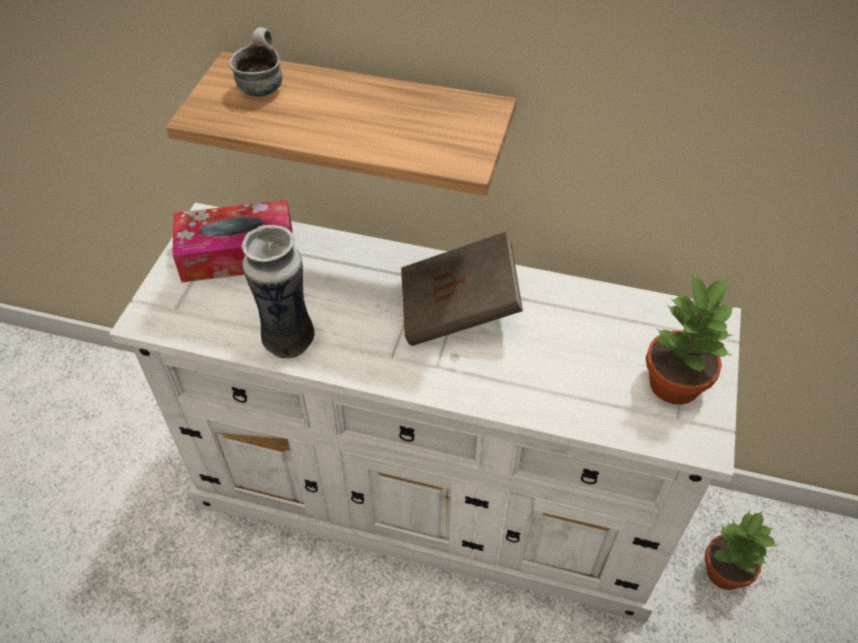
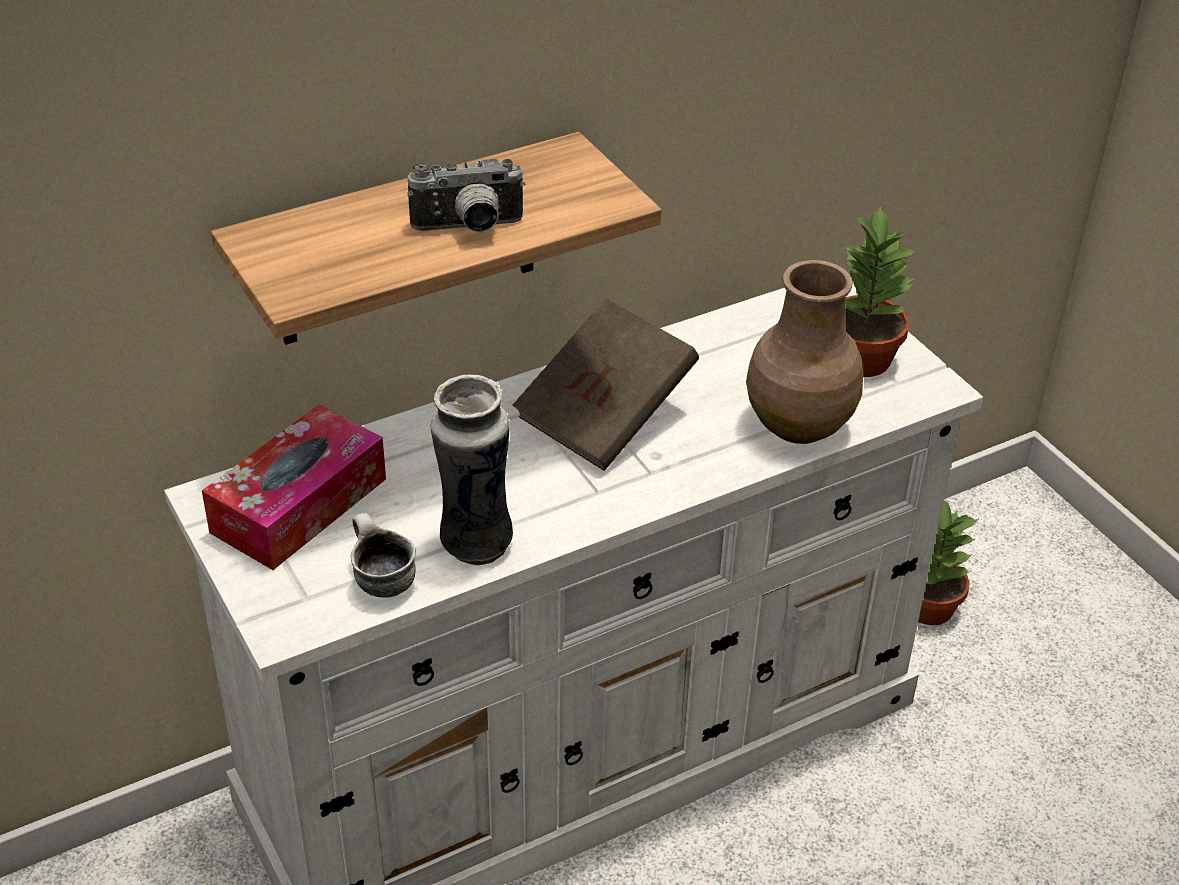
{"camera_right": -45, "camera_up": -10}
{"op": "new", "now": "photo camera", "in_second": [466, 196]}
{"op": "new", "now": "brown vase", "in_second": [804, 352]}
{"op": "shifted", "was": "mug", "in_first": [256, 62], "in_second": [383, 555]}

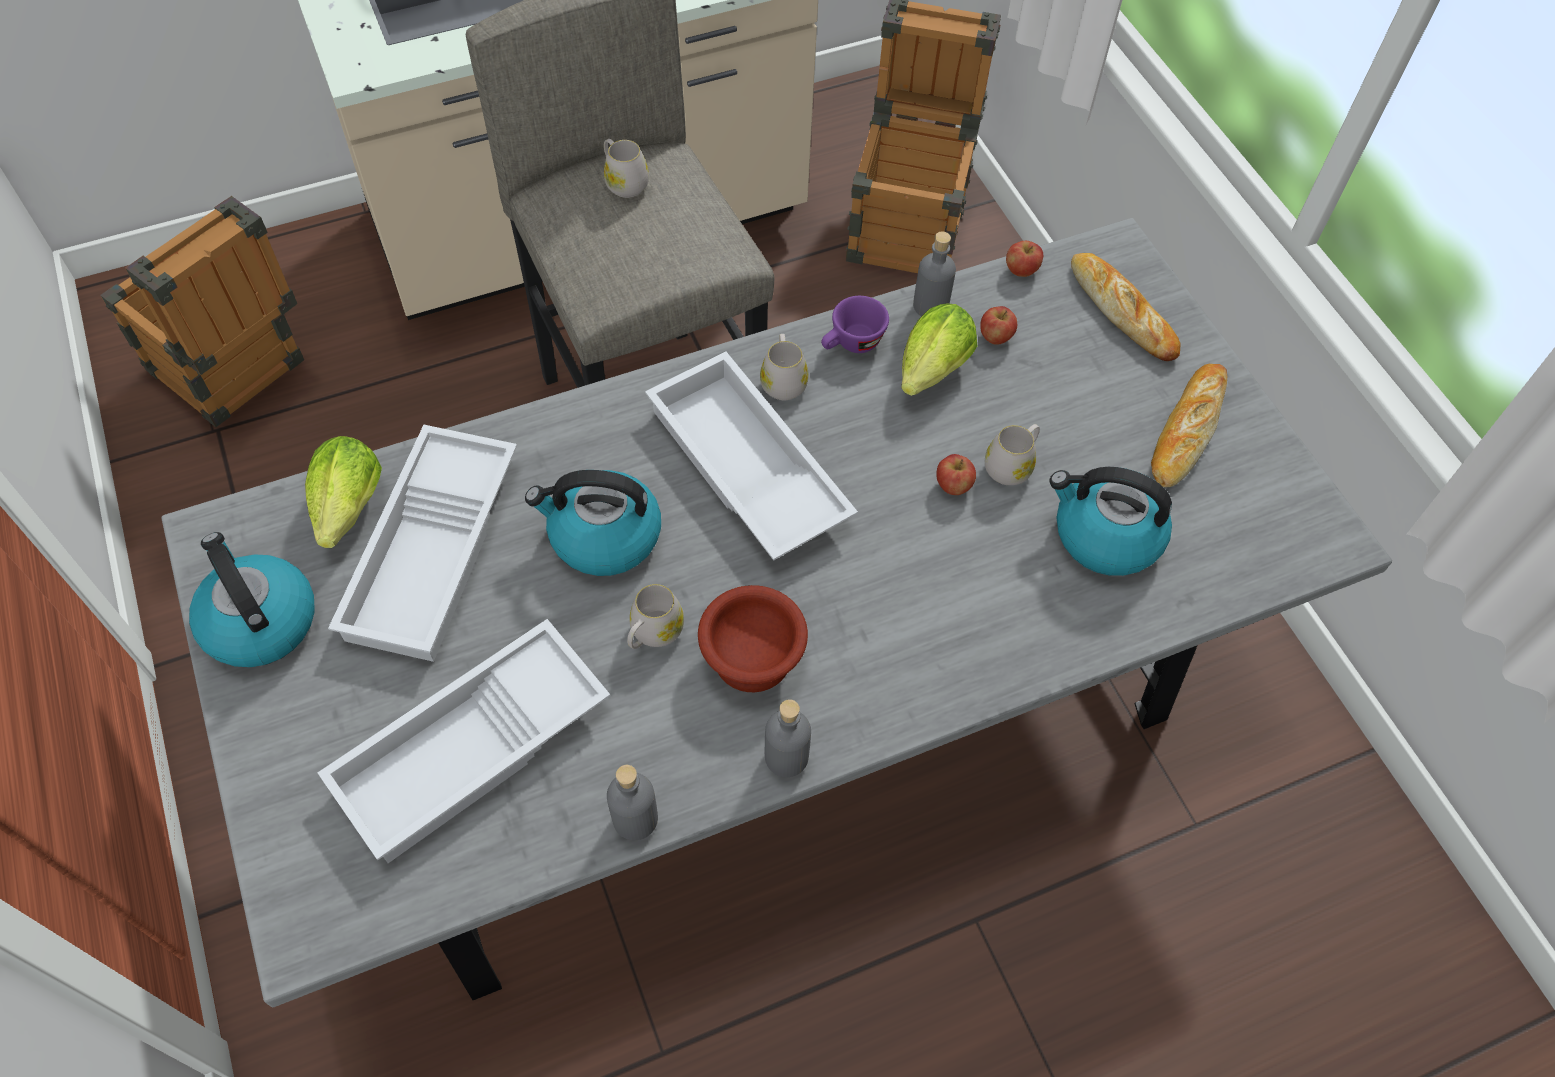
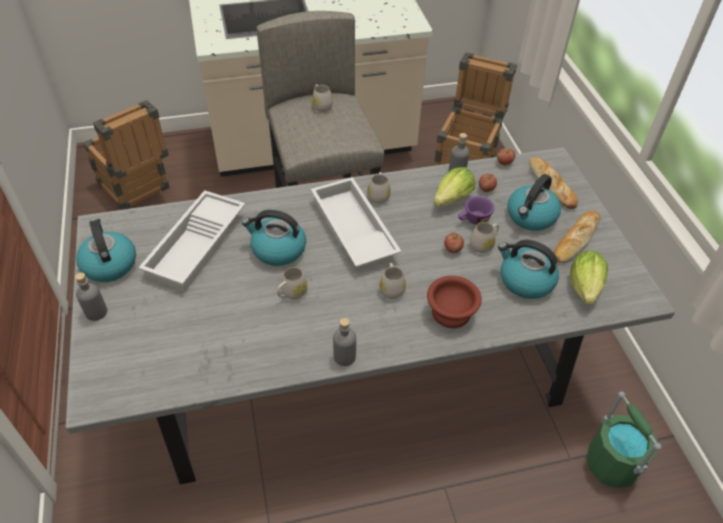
{"camera_right": 10, "camera_up": -10}
{"op": "gone", "was": "white tray", "in_first": [464, 741]}
{"op": "new", "now": "white mug", "in_second": [392, 281]}
{"op": "new", "now": "kettle", "in_second": [534, 202]}
{"op": "new", "now": "green bucket", "in_second": [624, 439]}
{"op": "shifted", "was": "lettuce", "in_first": [343, 492], "in_second": [589, 277]}
{"op": "shifted", "was": "grey bottle", "in_first": [632, 802], "in_second": [91, 296]}
{"op": "shifted", "was": "brown bowl", "in_first": [753, 638], "in_second": [454, 302]}
{"op": "shifted", "was": "purple cup", "in_first": [855, 324], "in_second": [476, 210]}

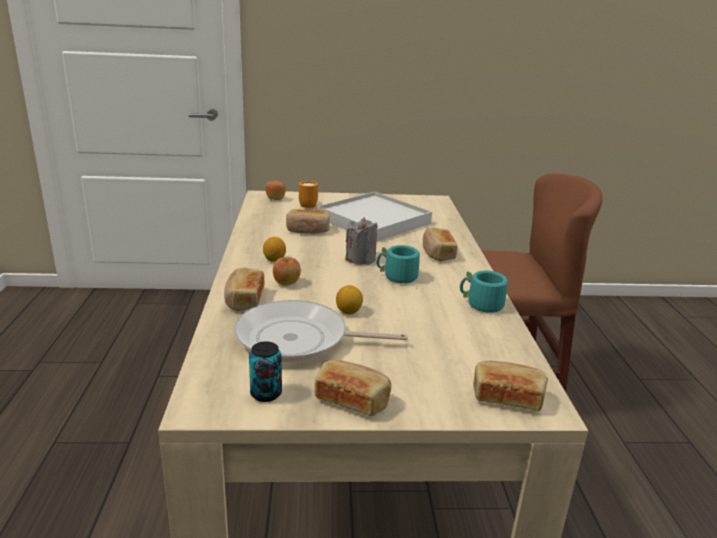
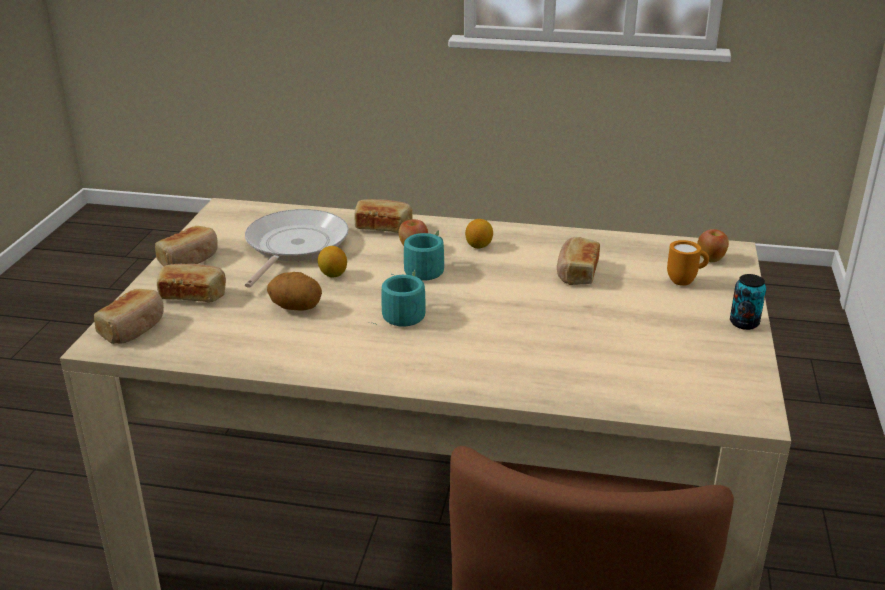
{"camera_right": 105, "camera_up": 5}
{"op": "gone", "was": "white tray", "in_first": [375, 217]}
{"op": "gone", "was": "grey candle", "in_first": [361, 241]}
{"op": "new", "now": "potato", "in_second": [294, 291]}
{"op": "shifted", "was": "can", "in_first": [265, 371], "in_second": [748, 302]}
{"op": "shifted", "was": "bread", "in_first": [440, 244], "in_second": [191, 283]}
{"op": "shifted", "was": "turquoise mug", "in_first": [484, 291], "in_second": [424, 255]}

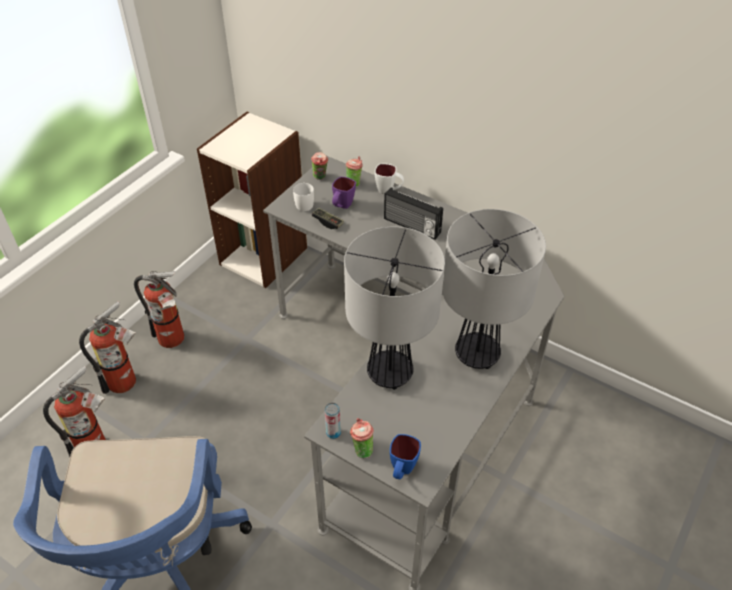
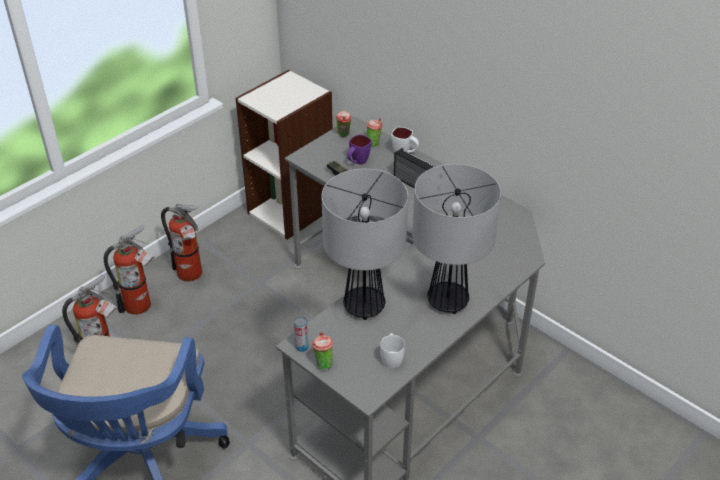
{"camera_right": 10, "camera_up": -5}
{"op": "gone", "was": "blue mug", "in_first": [405, 456]}
{"op": "shifted", "was": "white mug", "in_first": [303, 197], "in_second": [392, 350]}

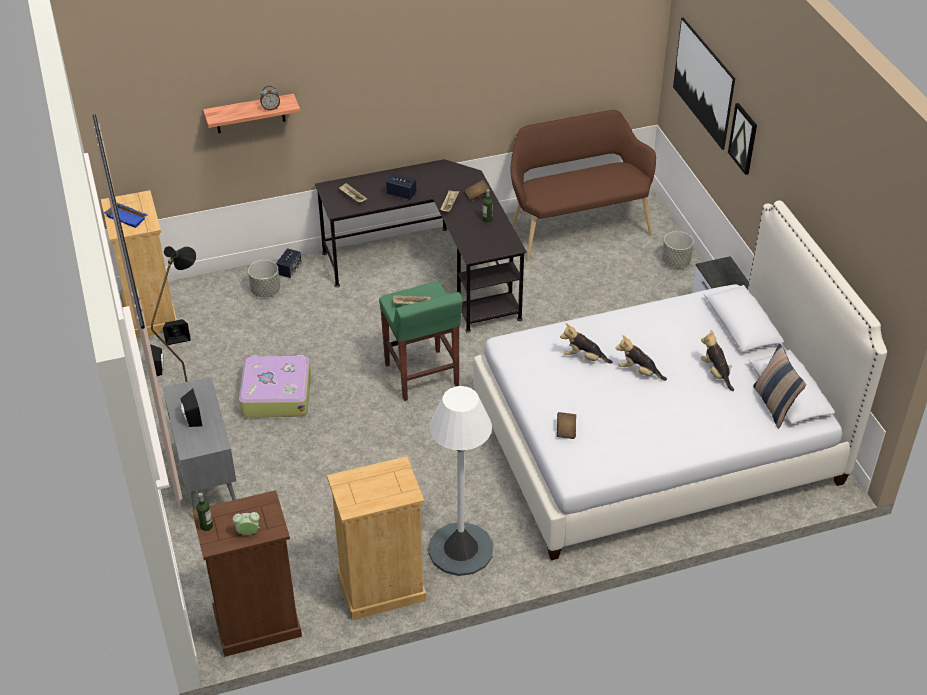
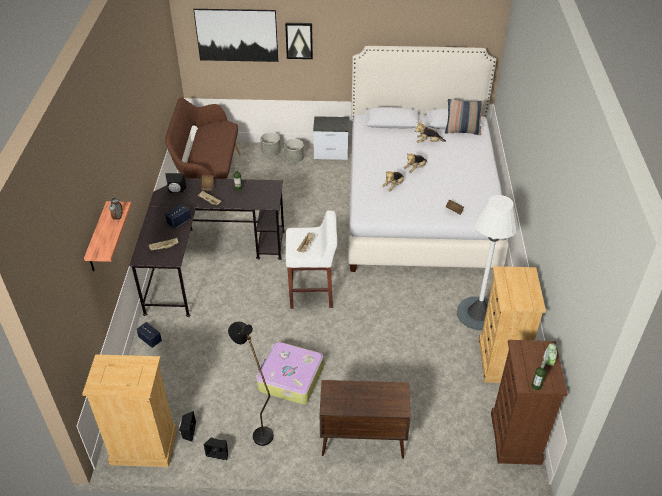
{"camera_right": -70, "camera_up": 0}
{"op": "gone", "was": "blue tray", "in_first": [126, 215]}
{"op": "shifted", "was": "black speaker", "in_first": [191, 408], "in_second": [175, 183]}
{"op": "shifted", "was": "grey planter", "in_first": [264, 278], "in_second": [294, 151]}
{"op": "repainted", "was": "grey cabinet", "now": "brown cabinet", "in_first": [199, 443], "in_second": [365, 419]}
{"op": "repainted", "was": "green stool", "now": "white stool", "in_first": [421, 341], "in_second": [311, 259]}

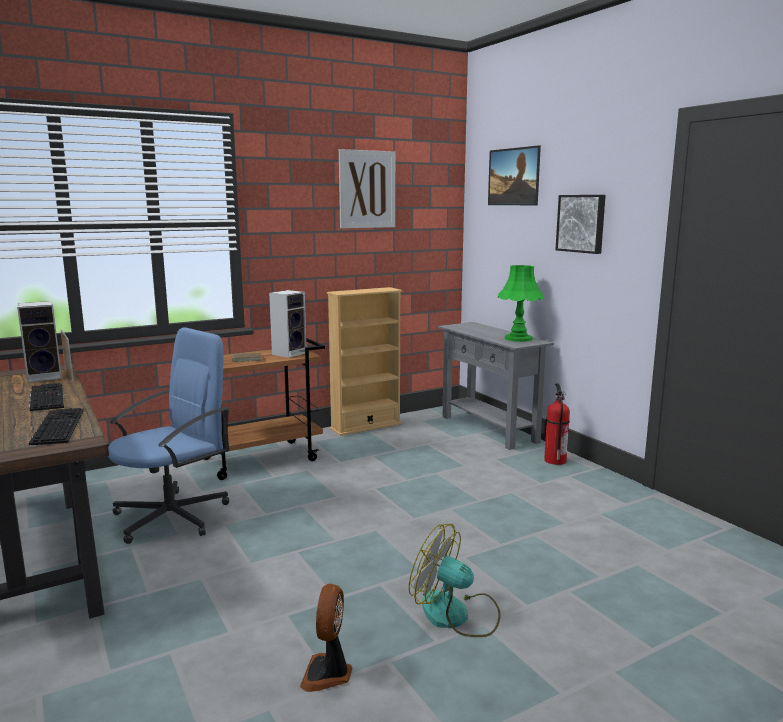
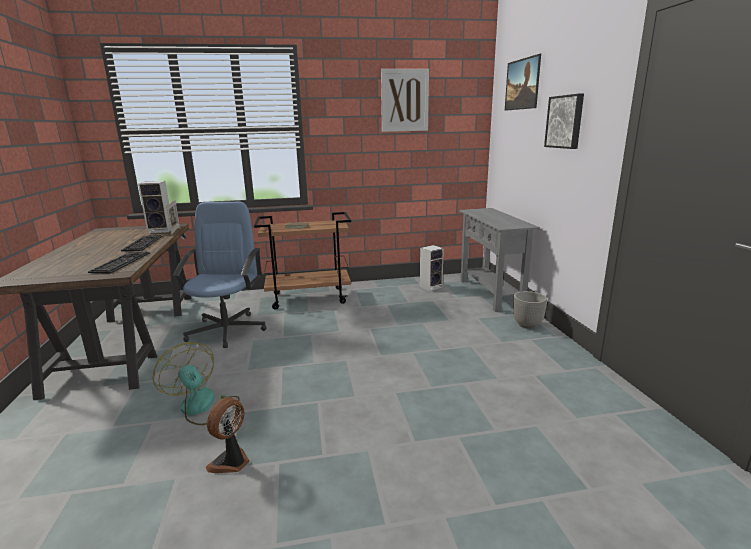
{"camera_right": 20, "camera_up": 5}
{"op": "gone", "was": "beige bookcase", "in_first": [364, 361]}
{"op": "gone", "was": "green table lamp", "in_first": [521, 303]}
{"op": "shifted", "was": "speaker", "in_first": [287, 324], "in_second": [432, 268]}
{"op": "shifted", "was": "fan", "in_first": [455, 580], "in_second": [196, 383]}
{"op": "swapped", "was": "fire extinguisher", "now": "planter", "in_first": [557, 424], "in_second": [530, 310]}
{"op": "rotated", "was": "blue office chair", "in_first": [169, 435], "in_second": [220, 275], "clockwise": -60}

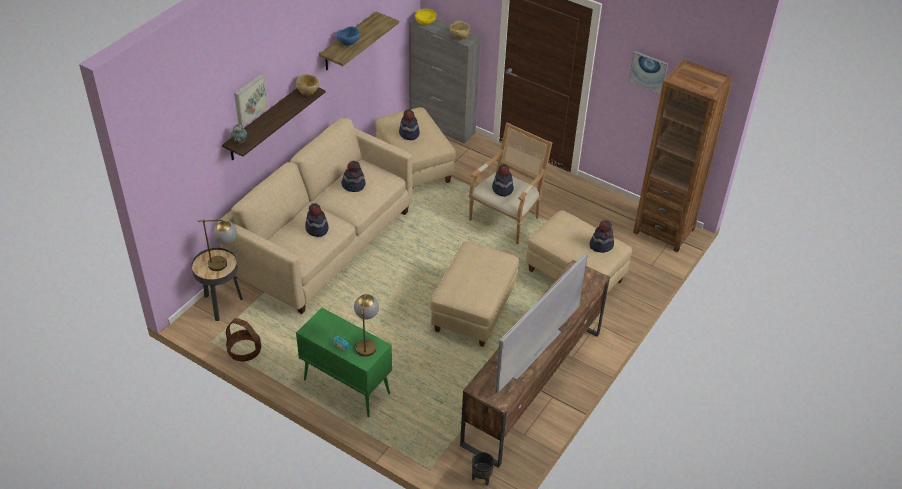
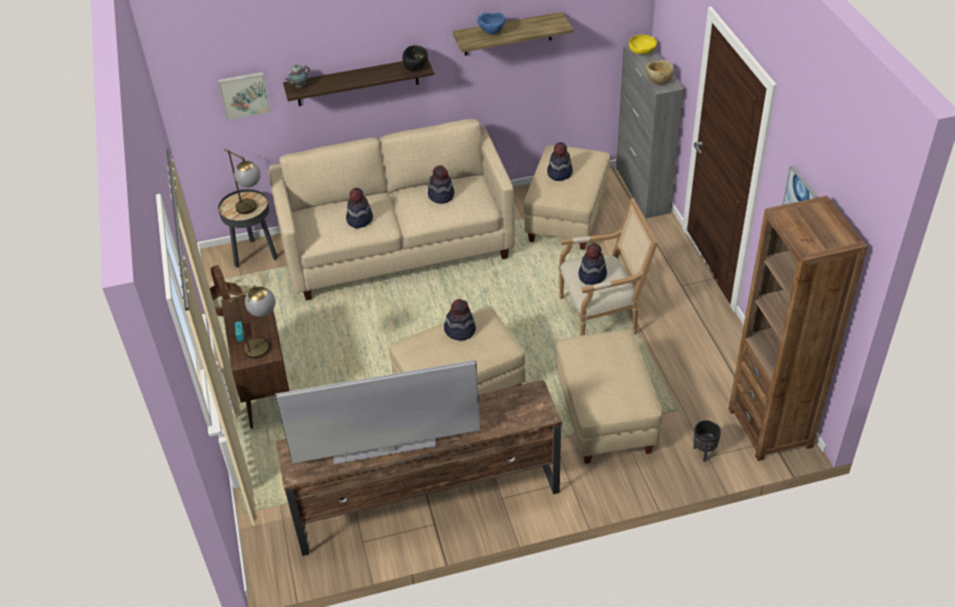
{"camera_right": 45, "camera_up": 0}
{"op": "shifted", "was": "picture", "in_first": [251, 100], "in_second": [244, 96]}
{"op": "shifted", "was": "black planter", "in_first": [483, 469], "in_second": [707, 441]}
{"op": "shifted", "was": "hat", "in_first": [602, 236], "in_second": [460, 319]}
{"op": "repainted", "was": "beige bowl", "now": "black bowl", "in_first": [307, 85], "in_second": [415, 58]}
{"op": "repainted", "was": "green cabinet", "now": "brown cabinet", "in_first": [344, 362], "in_second": [255, 362]}

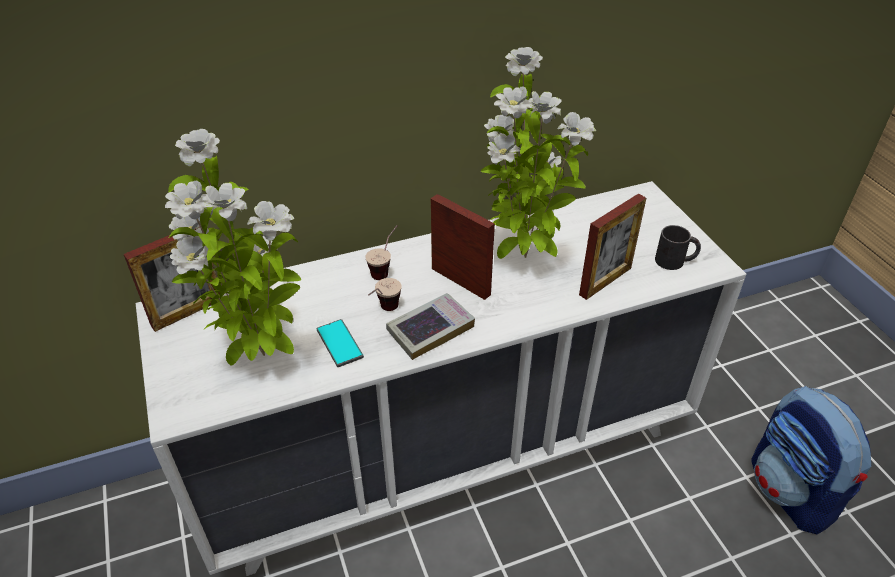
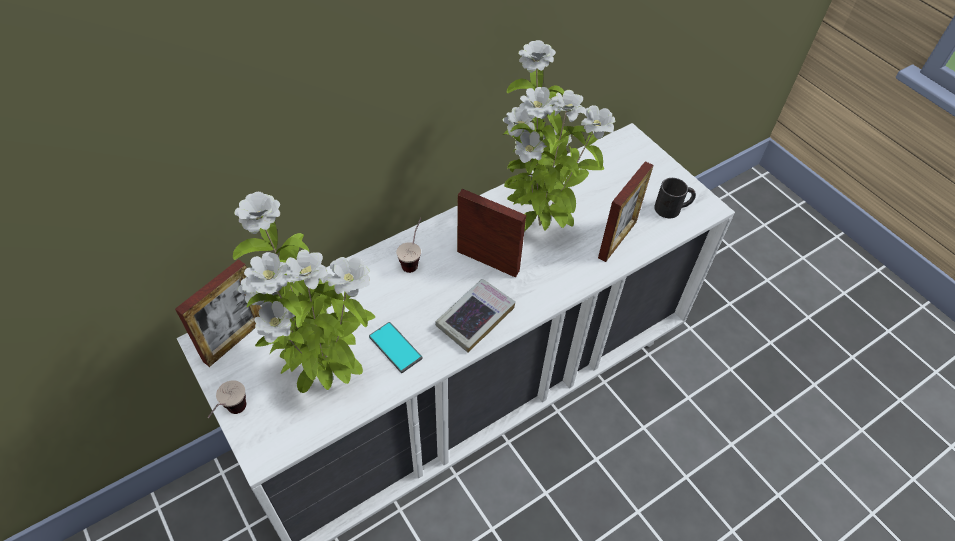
{"camera_right": -15, "camera_up": 10}
{"op": "gone", "was": "backpack", "in_first": [811, 460]}
{"op": "shifted", "was": "cup", "in_first": [385, 294], "in_second": [227, 399]}

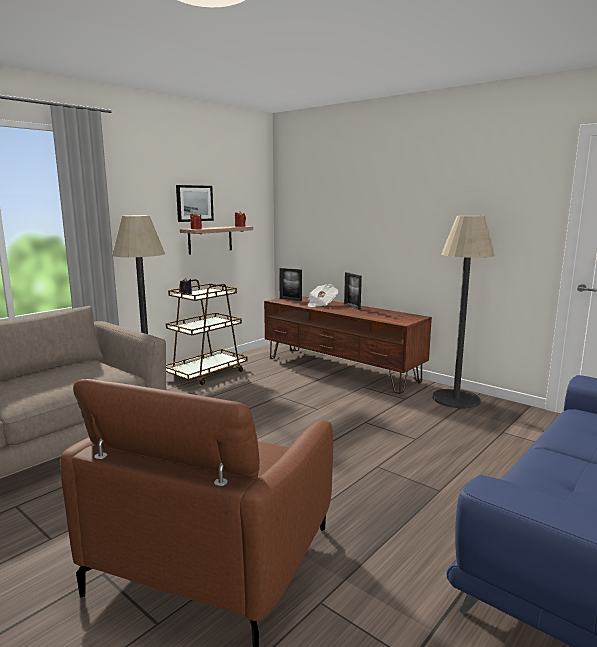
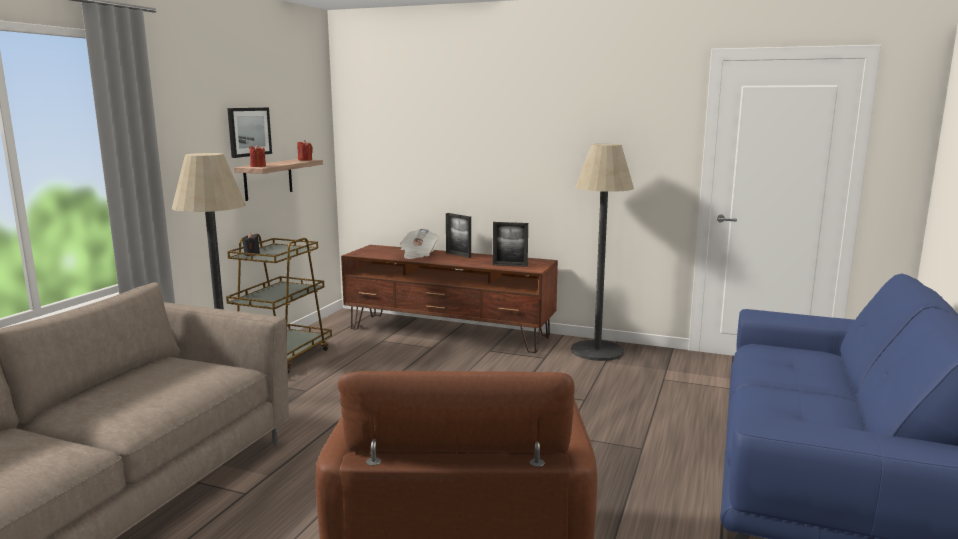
{"camera_right": -20, "camera_up": 0}
{"op": "shifted", "was": "picture frame", "in_first": [290, 284], "in_second": [510, 244]}

